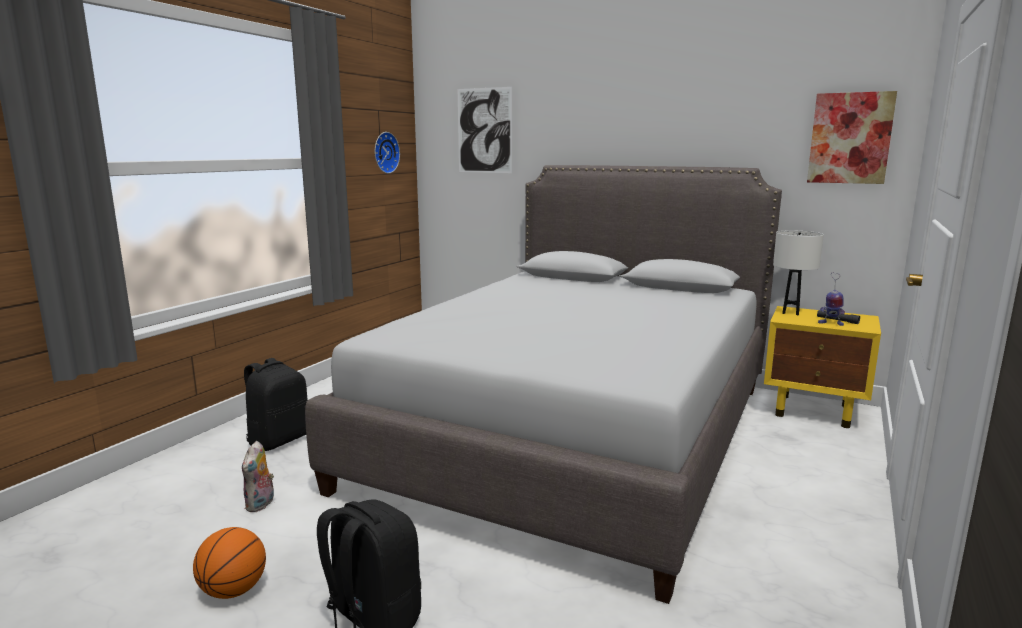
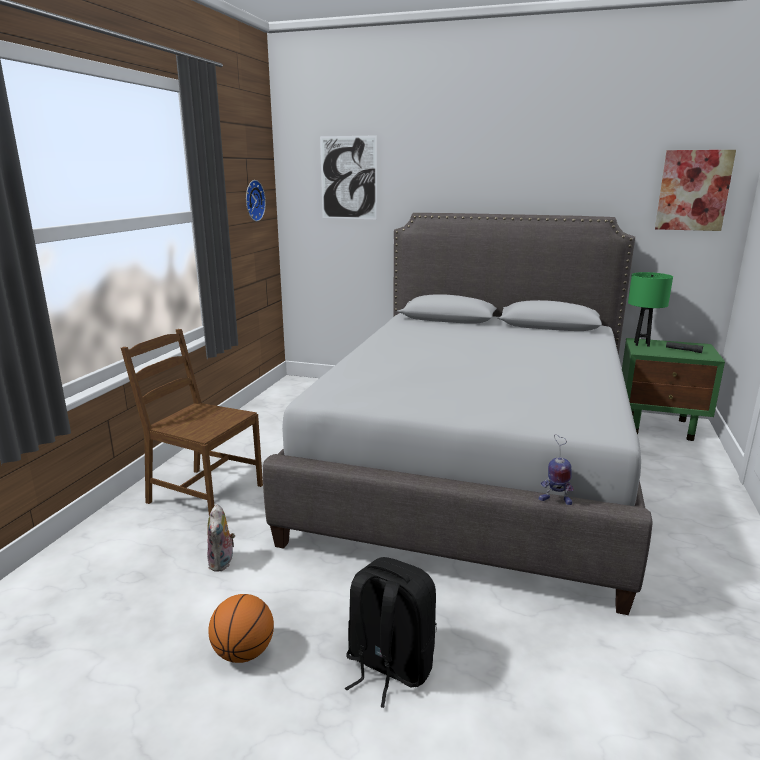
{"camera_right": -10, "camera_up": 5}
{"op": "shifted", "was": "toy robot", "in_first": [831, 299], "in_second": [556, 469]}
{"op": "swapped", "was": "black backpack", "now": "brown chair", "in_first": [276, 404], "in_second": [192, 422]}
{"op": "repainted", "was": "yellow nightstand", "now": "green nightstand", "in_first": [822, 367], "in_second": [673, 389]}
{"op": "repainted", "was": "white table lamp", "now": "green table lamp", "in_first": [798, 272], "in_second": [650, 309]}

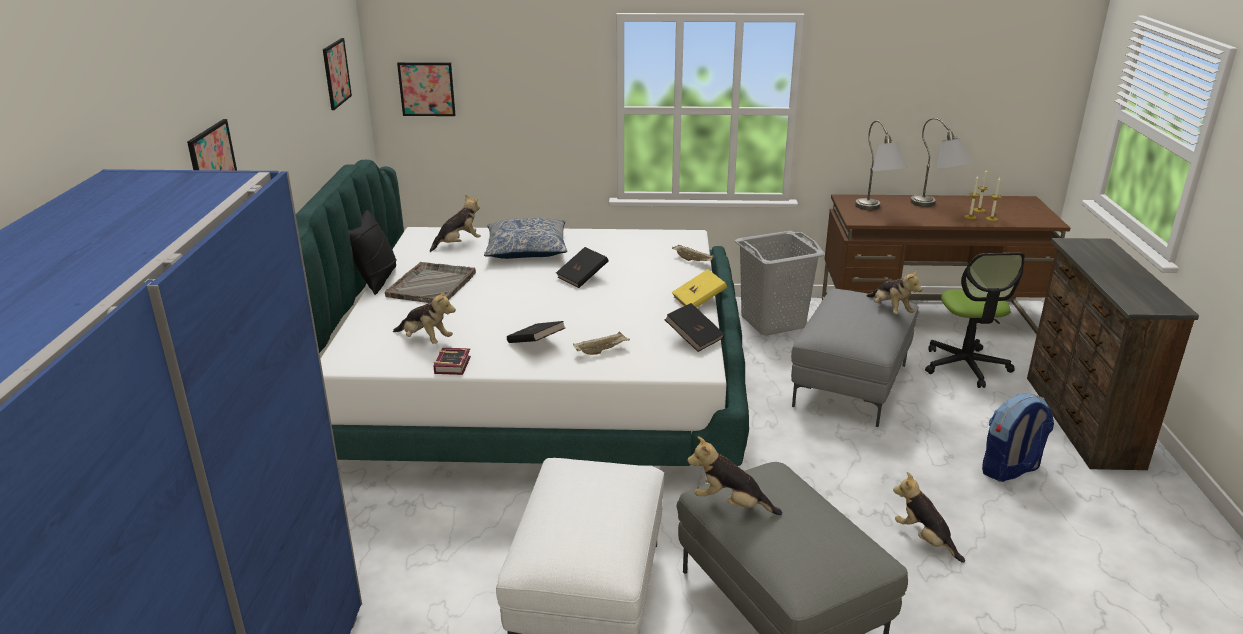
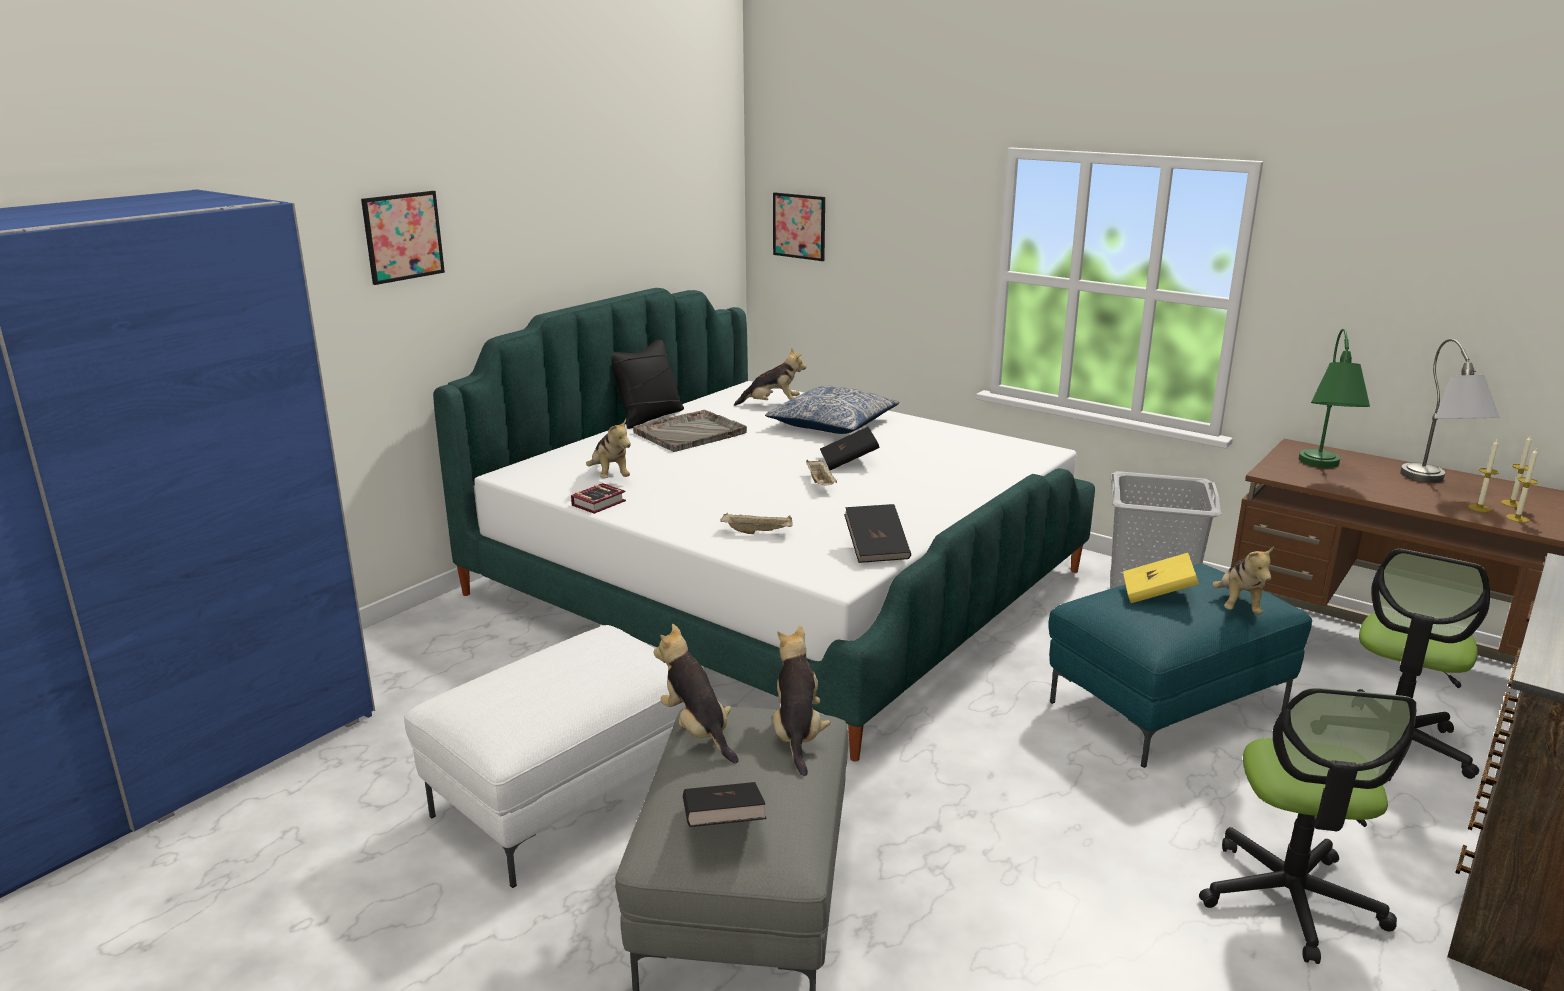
{"camera_right": 35, "camera_up": -5}
{"op": "gone", "was": "picture", "in_first": [337, 74]}
{"op": "shifted", "was": "black book", "in_first": [536, 332], "in_second": [725, 804]}
{"op": "shifted", "was": "beige tray", "in_first": [693, 253], "in_second": [821, 472]}
{"op": "shifted", "was": "yellow book", "in_first": [699, 288], "in_second": [1161, 578]}
{"op": "shifted", "was": "plush toy", "in_first": [929, 517], "in_second": [802, 700]}
{"op": "swapped", "was": "backpack", "now": "office chair", "in_first": [1018, 438], "in_second": [1307, 826]}
{"op": "repainted", "was": "grey ottoman", "now": "turquoise ottoman", "in_first": [855, 358], "in_second": [1180, 666]}
{"op": "repainted", "was": "grey table lamp", "now": "green table lamp", "in_first": [881, 165], "in_second": [1334, 398]}

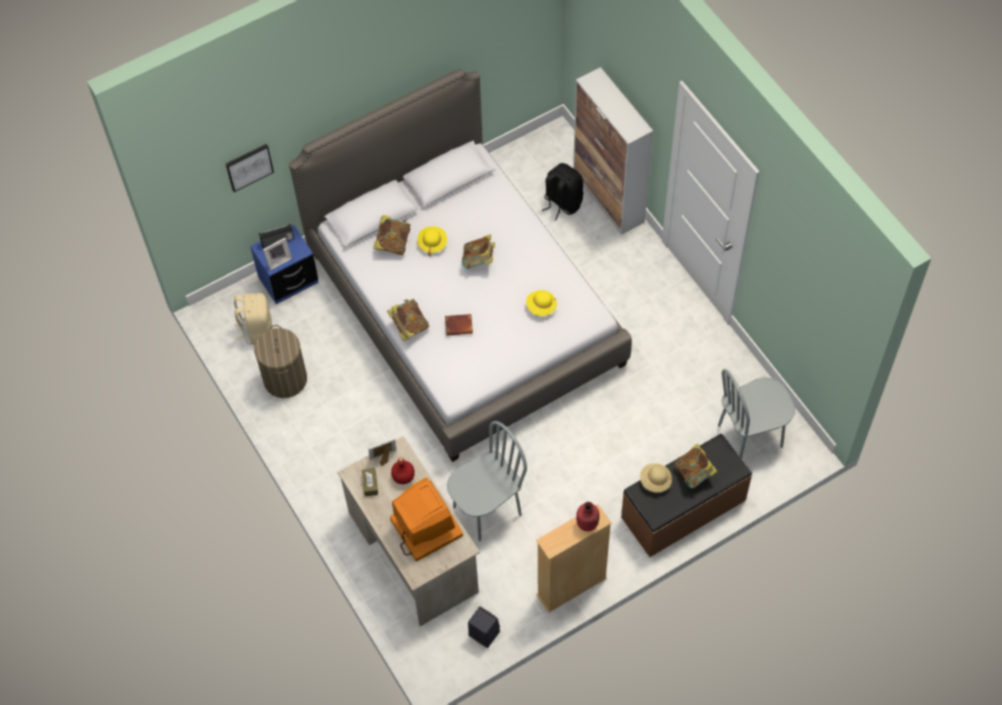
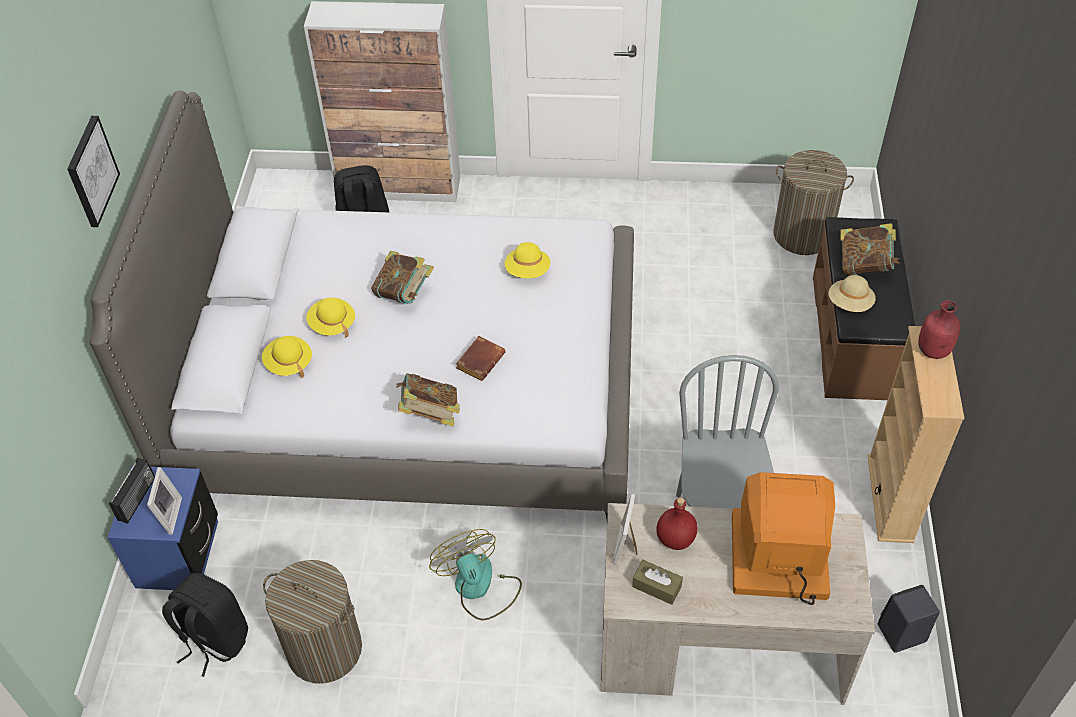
{"camera_right": -55, "camera_up": -10}
{"op": "new", "now": "fan", "in_second": [475, 575]}
{"op": "shifted", "was": "picture", "in_first": [250, 168], "in_second": [93, 171]}
{"op": "swapped", "was": "book", "now": "yellow hat", "in_first": [391, 235], "in_second": [287, 357]}
{"op": "swapped", "was": "grey chair", "now": "laundry basket", "in_first": [756, 414], "in_second": [814, 202]}
{"op": "repainted", "was": "beige backpack", "now": "black backpack", "in_first": [253, 319], "in_second": [205, 625]}

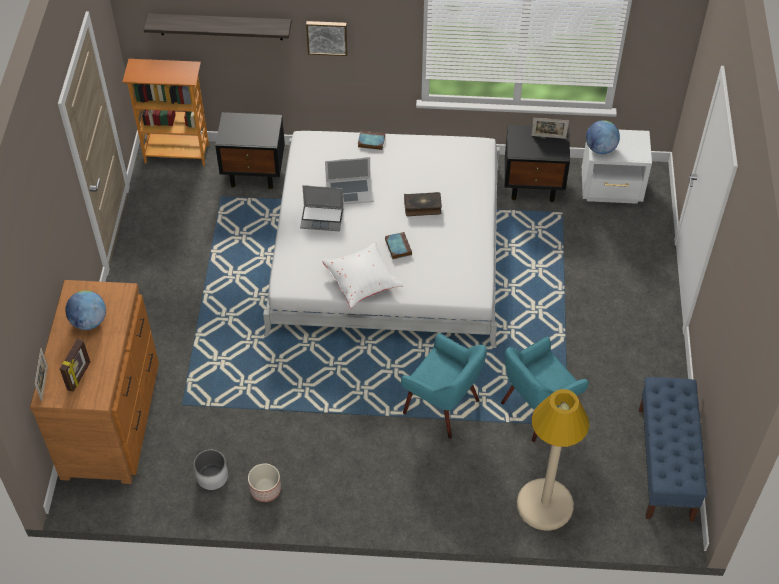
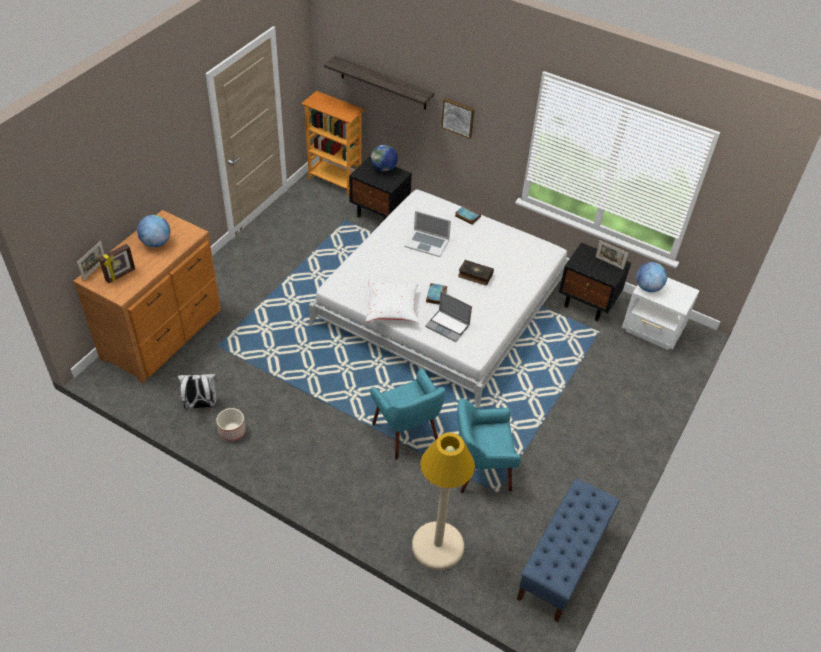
{"camera_right": 25, "camera_up": -5}
{"op": "new", "now": "globe", "in_second": [384, 158]}
{"op": "shifted", "was": "laptop", "in_first": [322, 208], "in_second": [448, 316]}
{"op": "swapped", "was": "white planter", "now": "white backpack", "in_first": [211, 470], "in_second": [197, 392]}

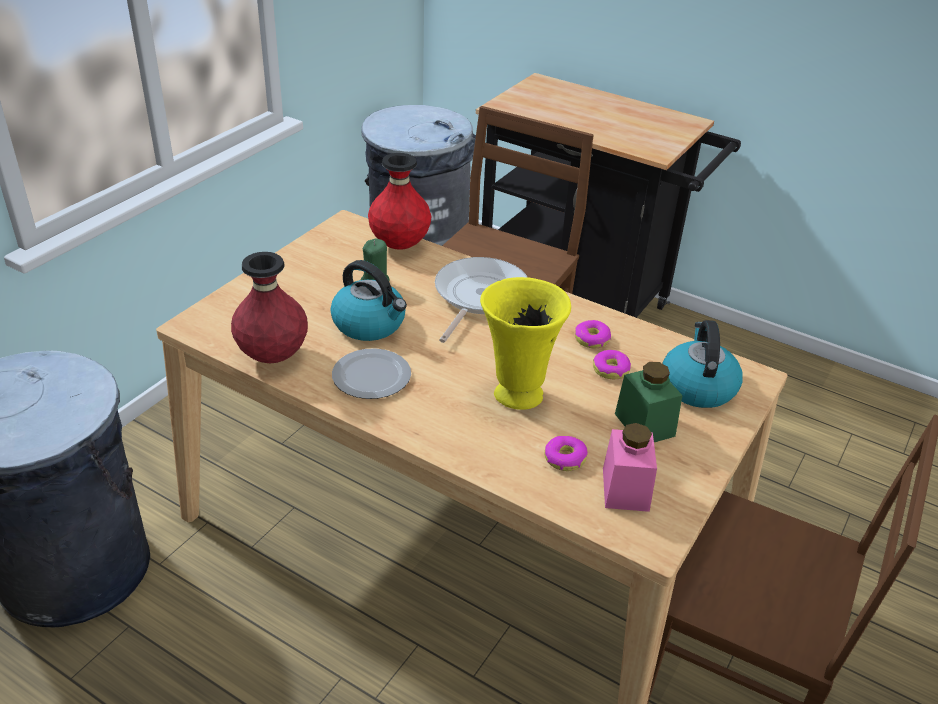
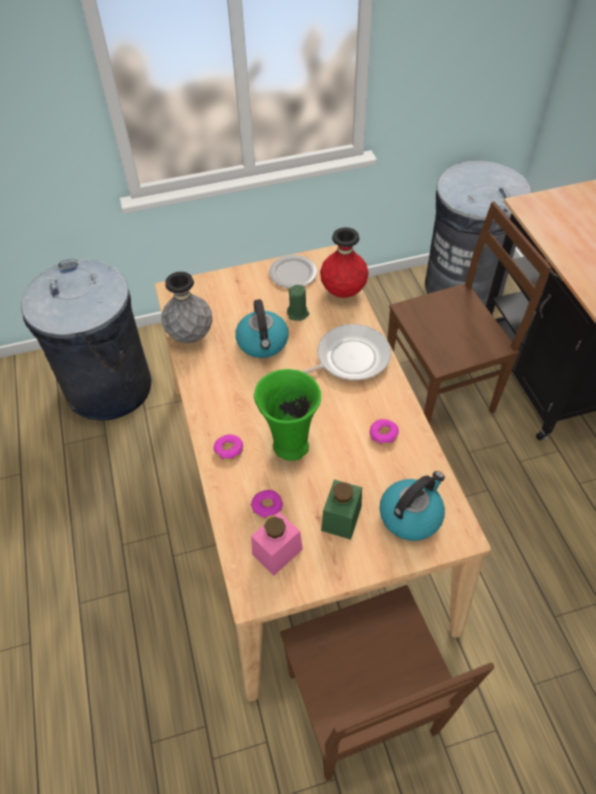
{"camera_right": 45, "camera_up": 15}
{"op": "shifted", "was": "plate", "in_first": [371, 373], "in_second": [293, 271]}
{"op": "shifted", "was": "donut", "in_first": [612, 364], "in_second": [228, 447]}
{"op": "repainted", "was": "red vase", "now": "grey vase", "in_first": [269, 307], "in_second": [186, 307]}
{"op": "repainted", "was": "yellow vase", "now": "green vase", "in_first": [525, 343], "in_second": [287, 415]}

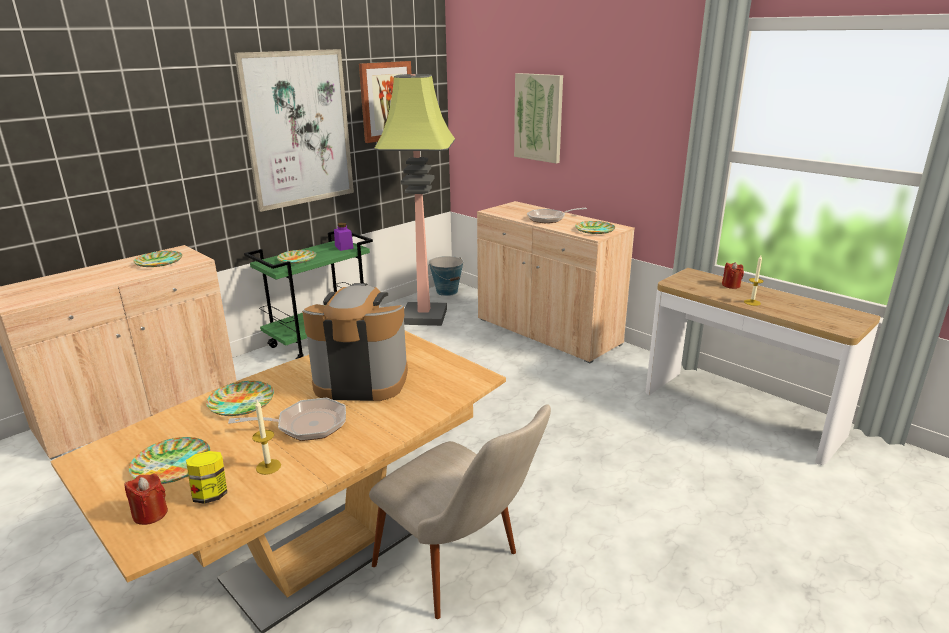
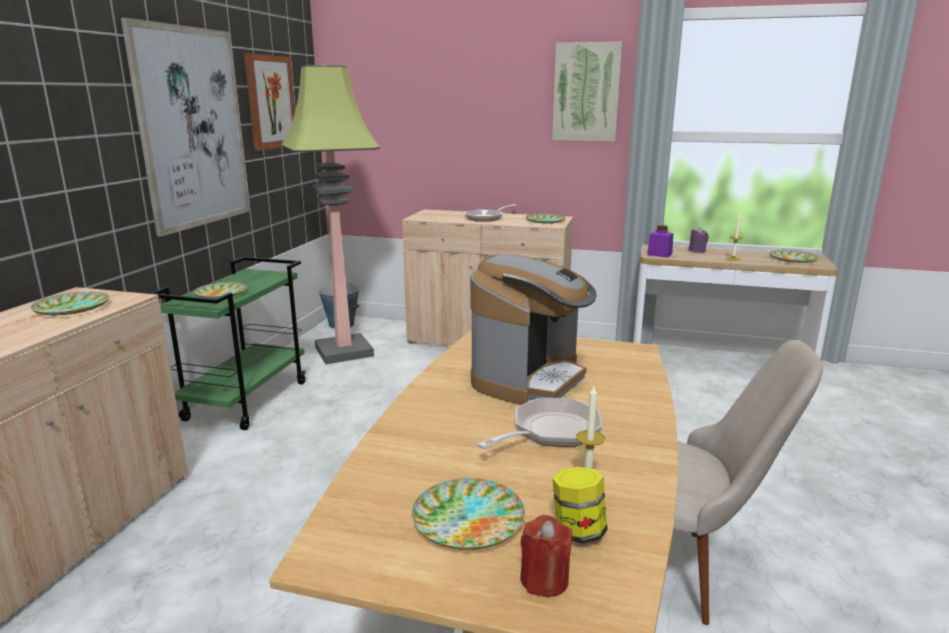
{"camera_right": -30, "camera_up": -5}
{"op": "shifted", "was": "plate", "in_first": [240, 398], "in_second": [793, 256]}
{"op": "shifted", "was": "purple jar", "in_first": [344, 237], "in_second": [660, 241]}
{"op": "shifted", "was": "picture", "in_first": [538, 118], "in_second": [587, 91]}
{"op": "repainted", "was": "red candle", "now": "purple candle", "in_first": [733, 275], "in_second": [698, 240]}
{"op": "rotated", "was": "coffee machine", "in_first": [355, 342], "in_second": [533, 329], "clockwise": 150}

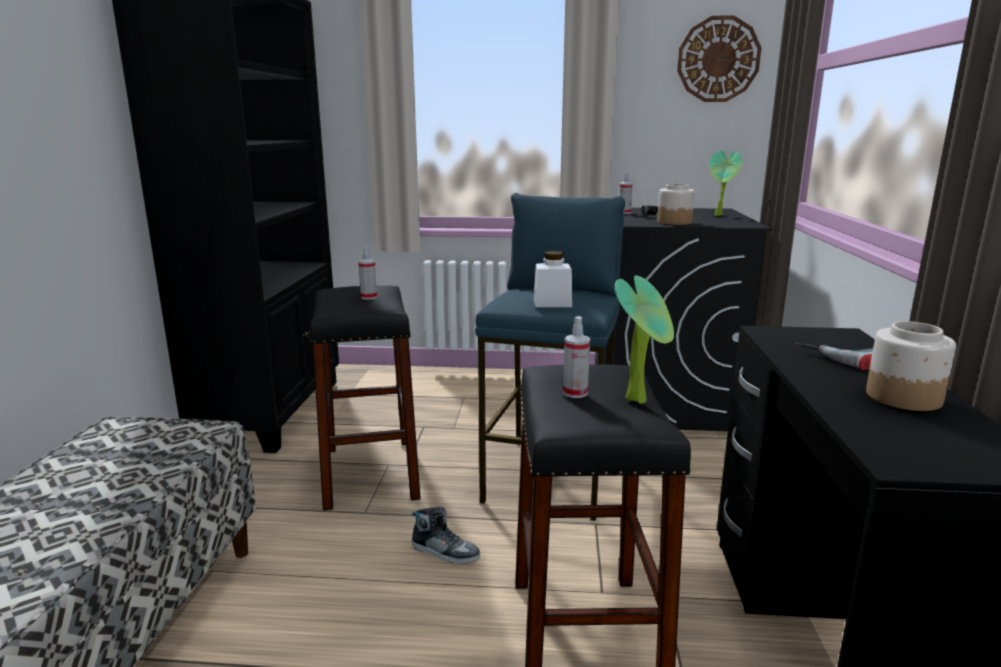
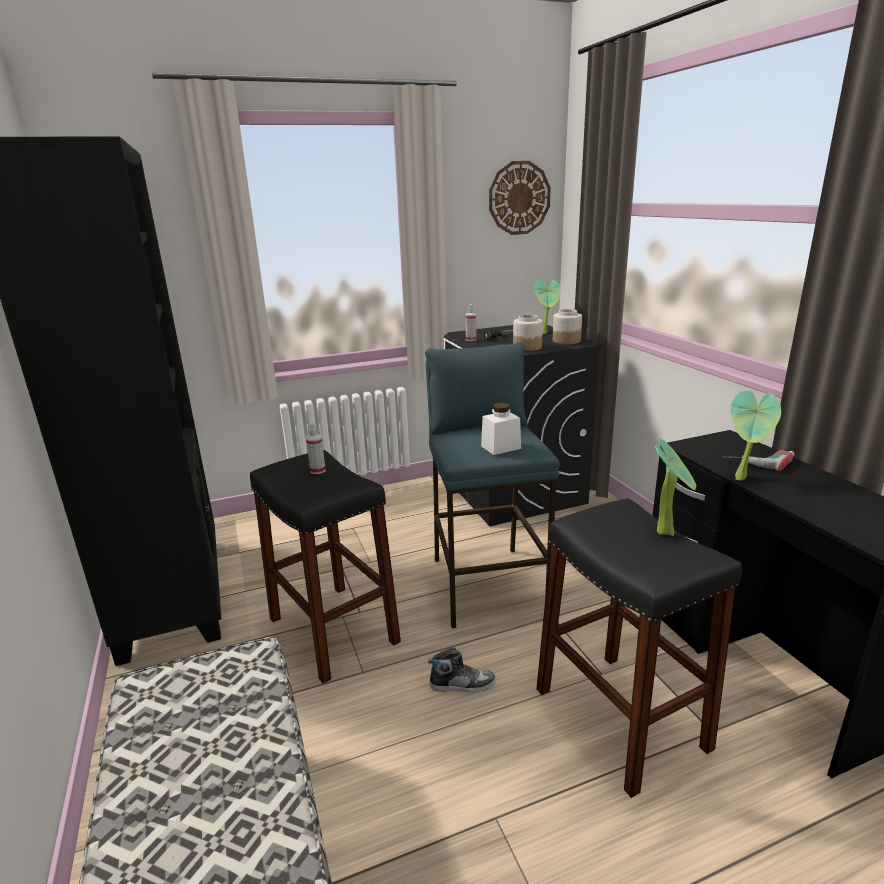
{"camera_right": -25, "camera_up": 5}
{"op": "gone", "was": "spray bottle", "in_first": [576, 357]}
{"op": "new", "now": "potted plant", "in_second": [756, 435]}
{"op": "shifted", "was": "jar", "in_first": [911, 366], "in_second": [567, 326]}

